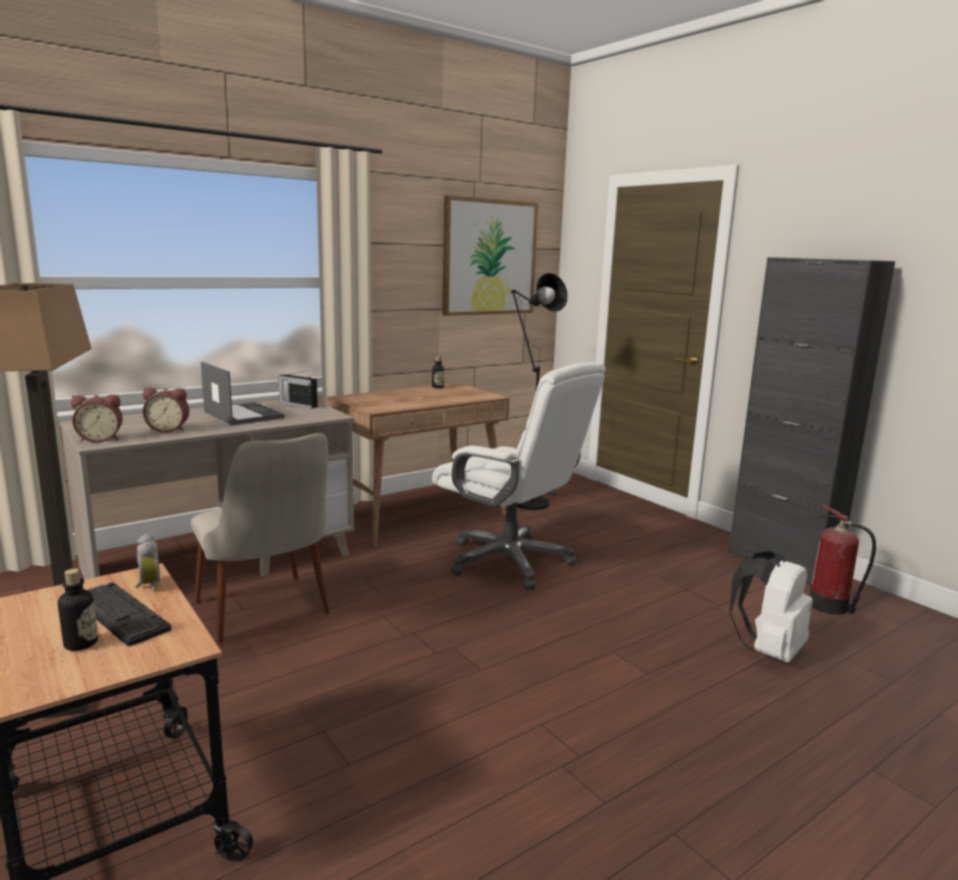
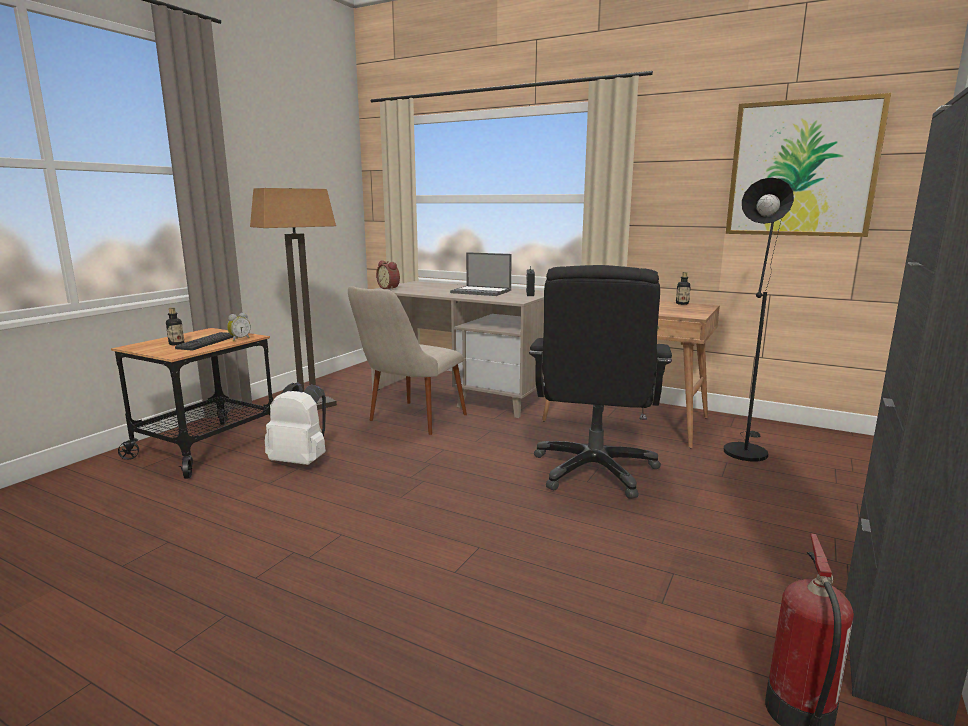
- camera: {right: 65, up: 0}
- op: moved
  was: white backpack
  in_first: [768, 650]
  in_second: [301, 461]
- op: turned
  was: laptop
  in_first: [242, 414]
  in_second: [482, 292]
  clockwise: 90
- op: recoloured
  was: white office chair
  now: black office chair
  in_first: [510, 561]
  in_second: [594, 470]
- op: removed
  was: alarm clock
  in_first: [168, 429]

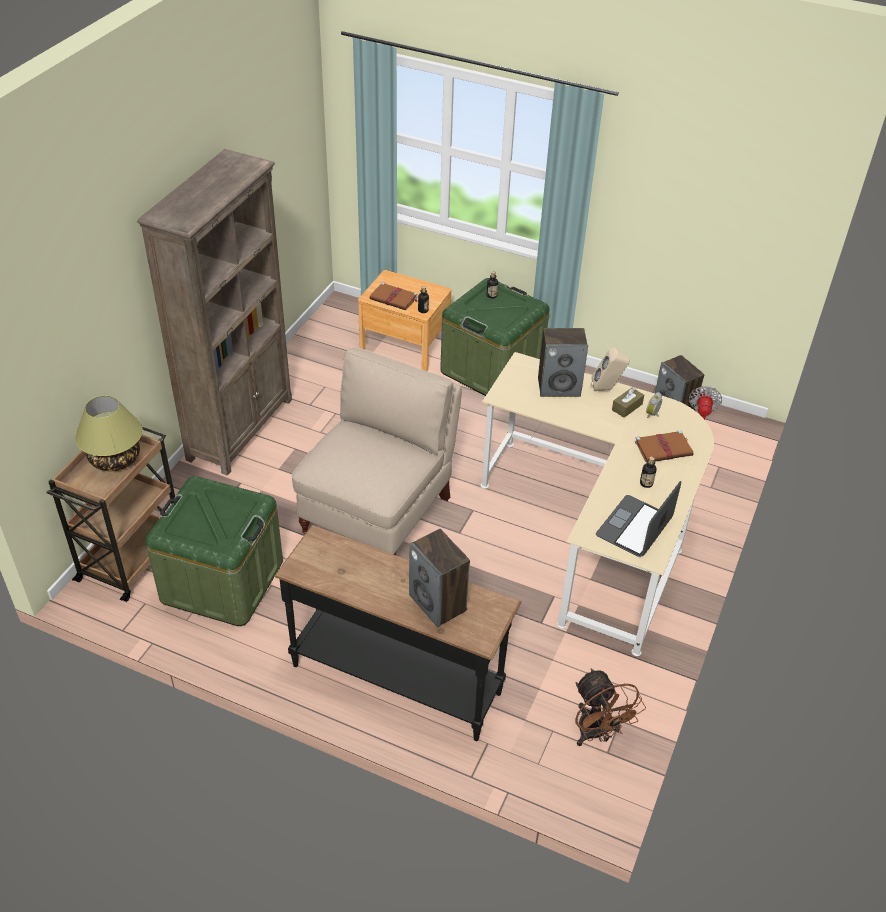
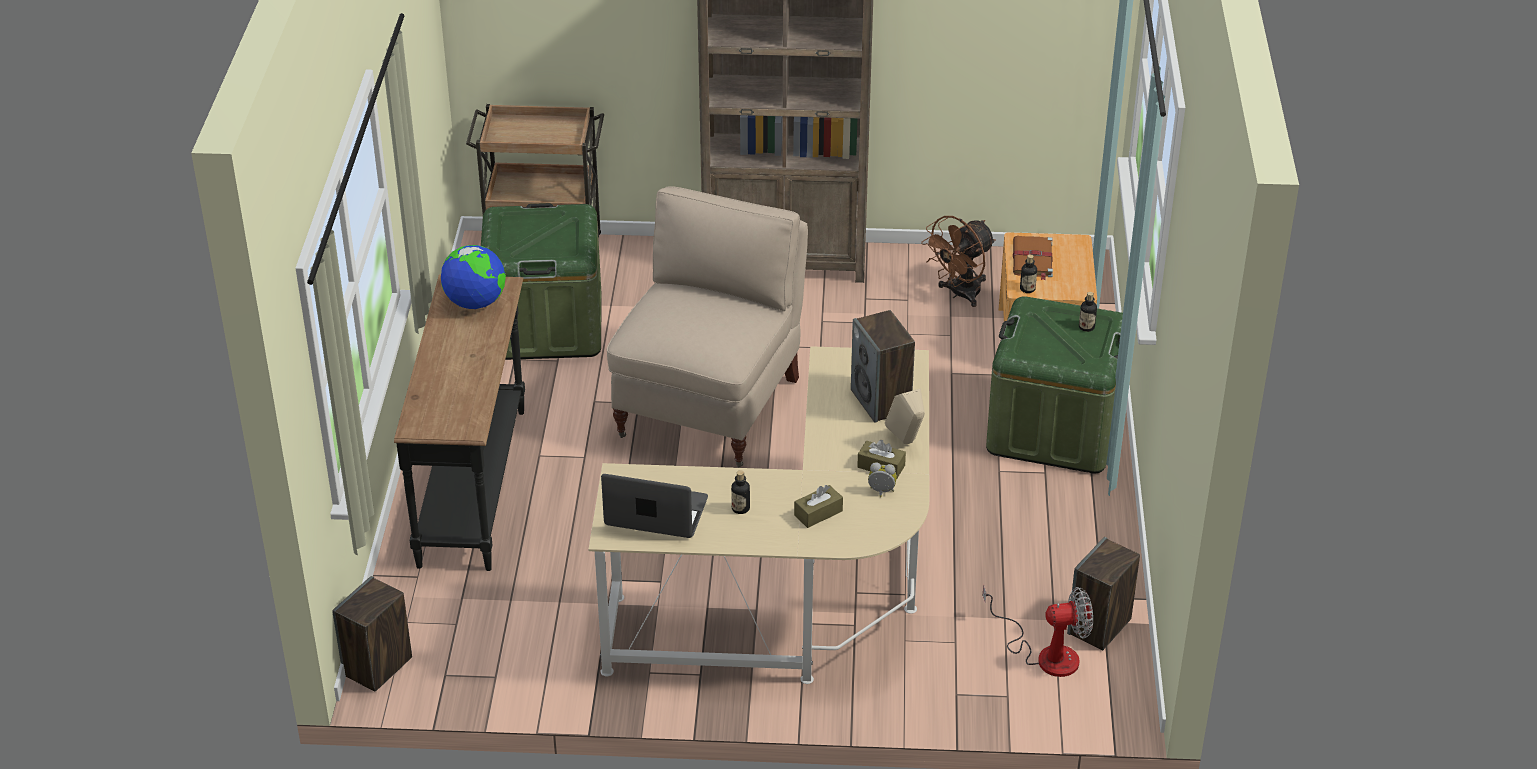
- camera: {right: 70, up: -5}
- op: moved
  was: speaker
  in_first: [438, 603]
  in_second: [377, 667]
- op: added
  now: globe
  in_second: [475, 303]
- op: turned
  was: beige chair
  in_first: [379, 515]
  in_second: [710, 406]
  clockwise: -75
- op: replaced
  was: brown book
  now: brown tissue box
  in_first: [664, 448]
  in_second: [818, 513]
- op: moved
  was: brown fan
  in_first: [596, 734]
  in_second: [959, 294]
- op: removed
  was: table lamp
  in_first: [115, 459]

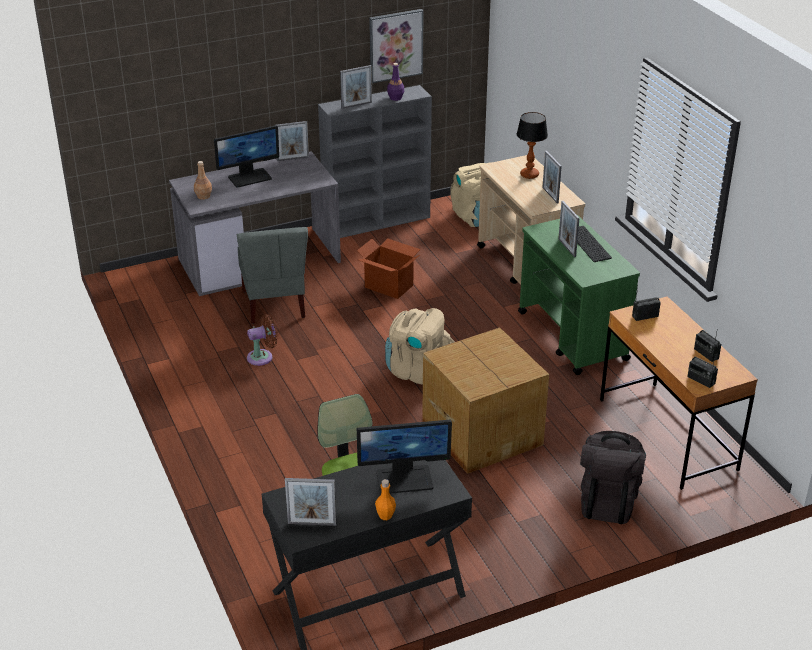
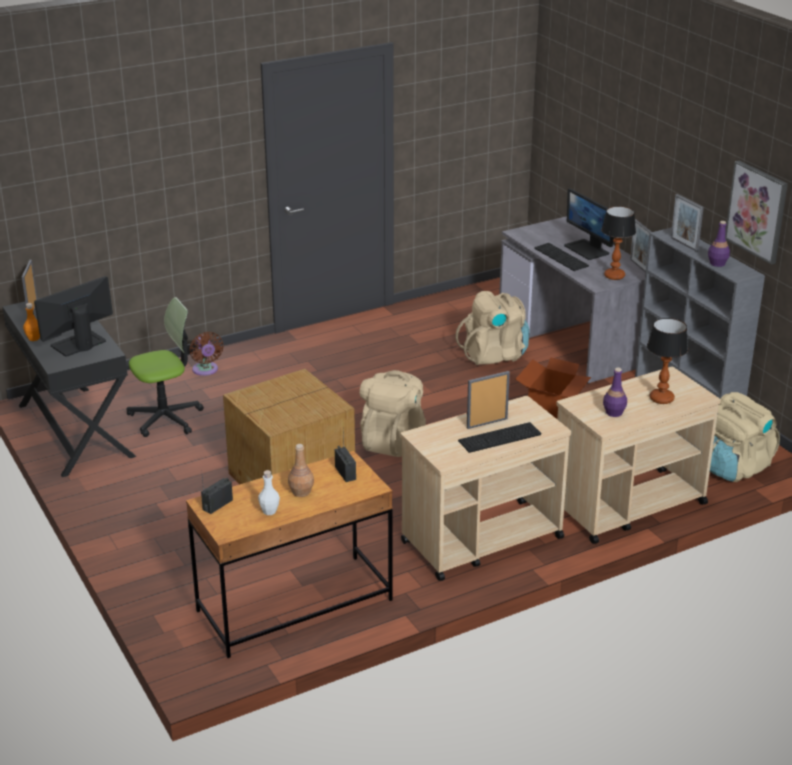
- camera: {right: 85, up: -5}
- op: turned
  was: monitor
  in_first: [404, 479]
  in_second: [78, 344]
  clockwise: 60
- op: moved
  was: brown fan
  in_first: [262, 357]
  in_second: [206, 370]
- op: replaced
  was: radio
  now: white bottle
  in_first: [706, 354]
  in_second: [269, 511]
- op: moved
  was: brown bottle
  in_first: [203, 196]
  in_second: [301, 492]
- op: recoloured
  was: green cart
  now: beige cart
  in_first: [572, 336]
  in_second: [481, 540]
- op: replaced
  was: grey chair
  now: beige backpack
  in_first: [275, 304]
  in_second: [495, 355]
- op: added
  now: keyboard
  in_second: [562, 257]
- op: added
  now: table lamp
  in_second: [614, 276]
- op: replaced
  was: picture frame
  now: purple bottle
  in_first: [550, 195]
  in_second: [614, 413]
- op: removed
  was: black backpack
  in_first: [607, 501]

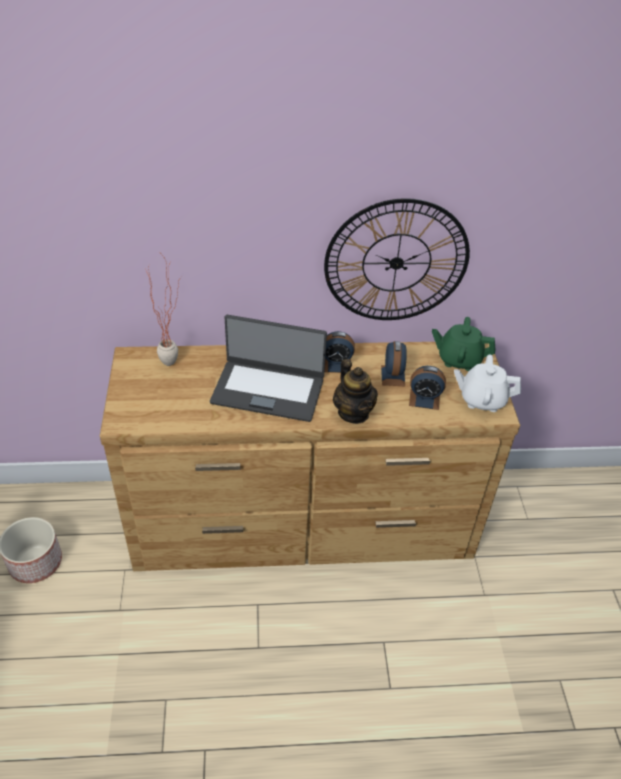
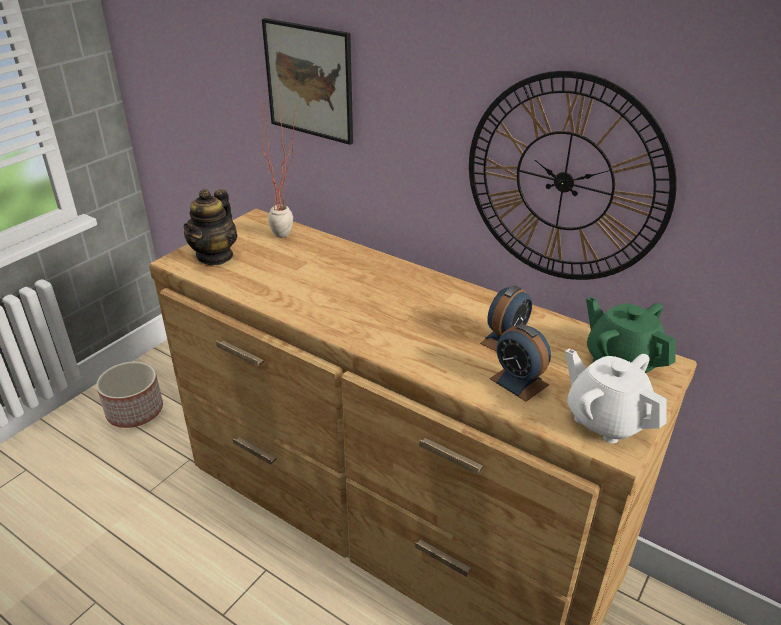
- camera: {right: 40, up: -10}
- op: moved
  was: teapot
  in_first: [353, 413]
  in_second: [215, 256]
- op: added
  now: picture
  in_second: [309, 81]
- op: removed
  was: laptop
  in_first: [268, 390]
- op: removed
  was: alarm clock
  in_first: [336, 364]

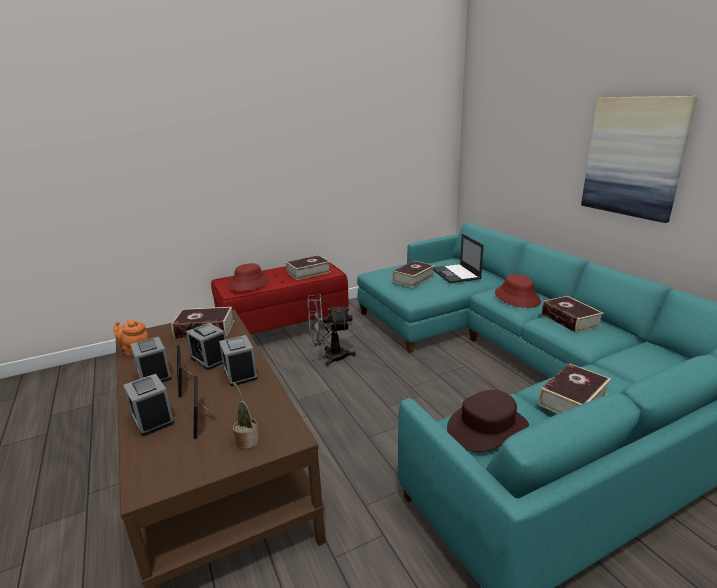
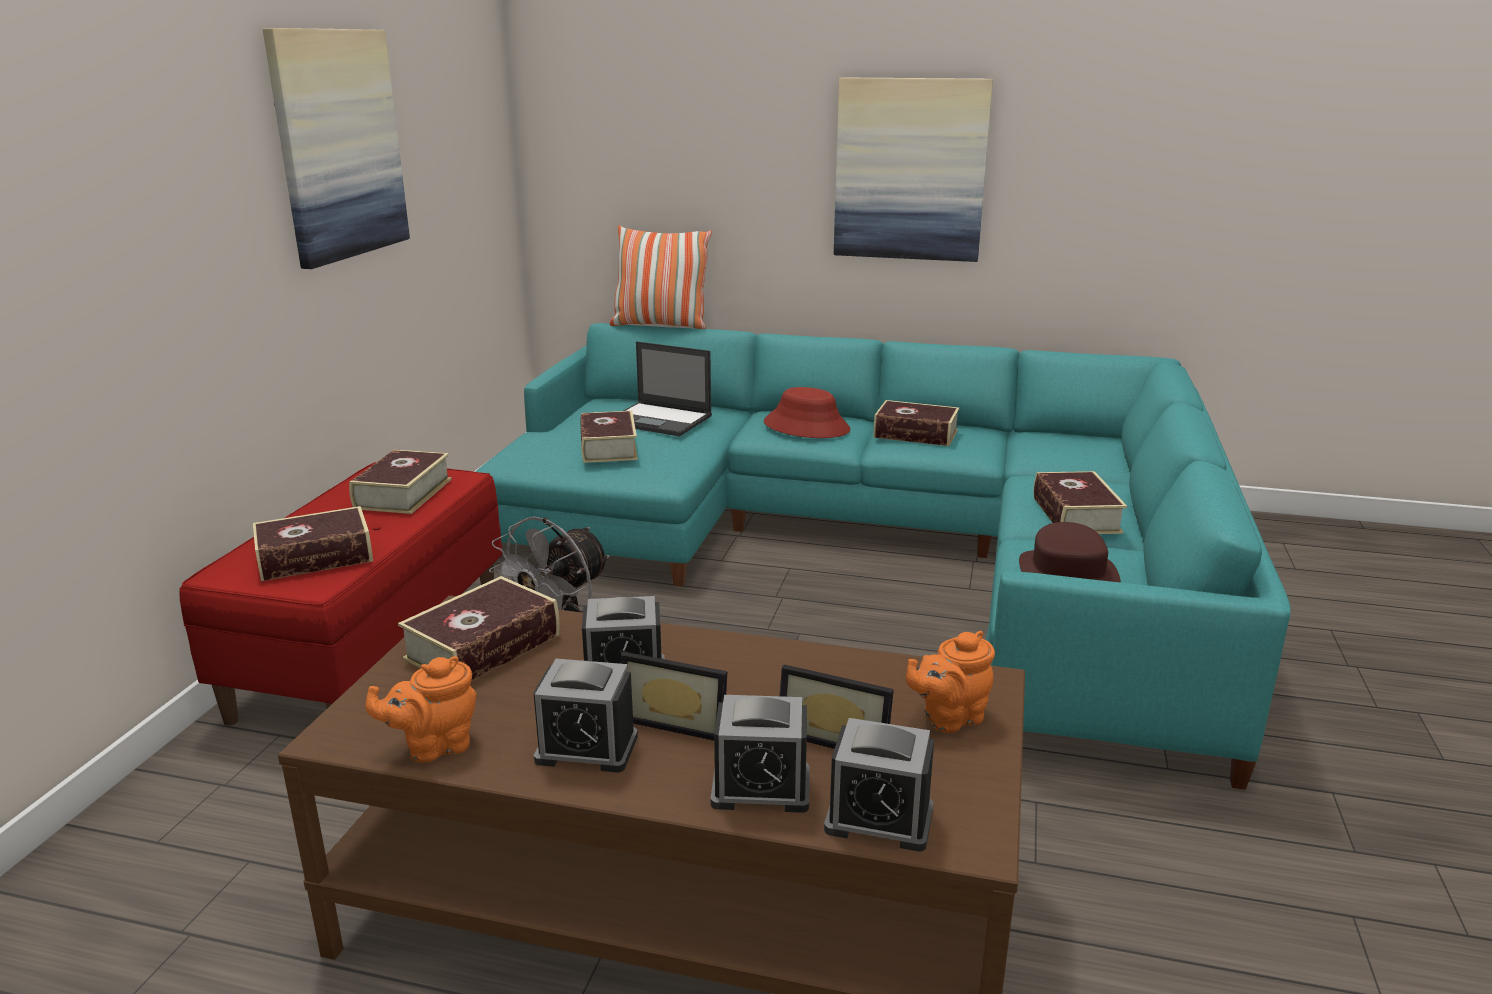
- camera: {right: -50, up: 0}
- op: replaced
  was: red hat
  now: book
  in_first: [249, 284]
  in_second: [315, 557]
- op: added
  now: picture
  in_second: [338, 145]
- op: added
  now: pillow
  in_second: [660, 325]
- op: moved
  was: alarm clock
  in_first: [240, 373]
  in_second: [879, 819]
- op: replaced
  was: potted plant
  now: orange teapot
  in_first: [246, 440]
  in_second: [948, 718]

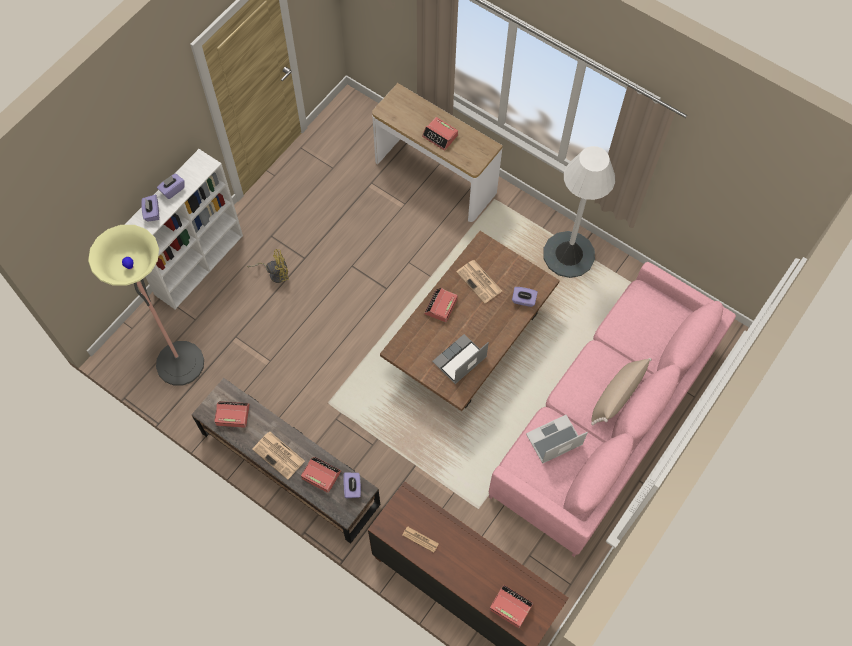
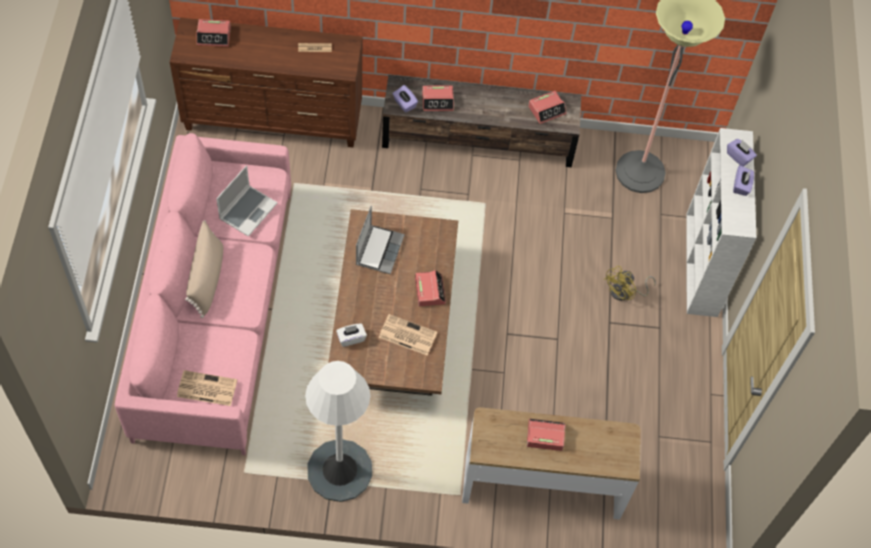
- camera: {right: 145, up: -5}
- op: moved
  was: newspaper
  in_first: [279, 455]
  in_second: [206, 388]
- op: recoloured
  was: purple tissue box
  now: white tissue box
  in_first: [523, 300]
  in_second: [351, 338]

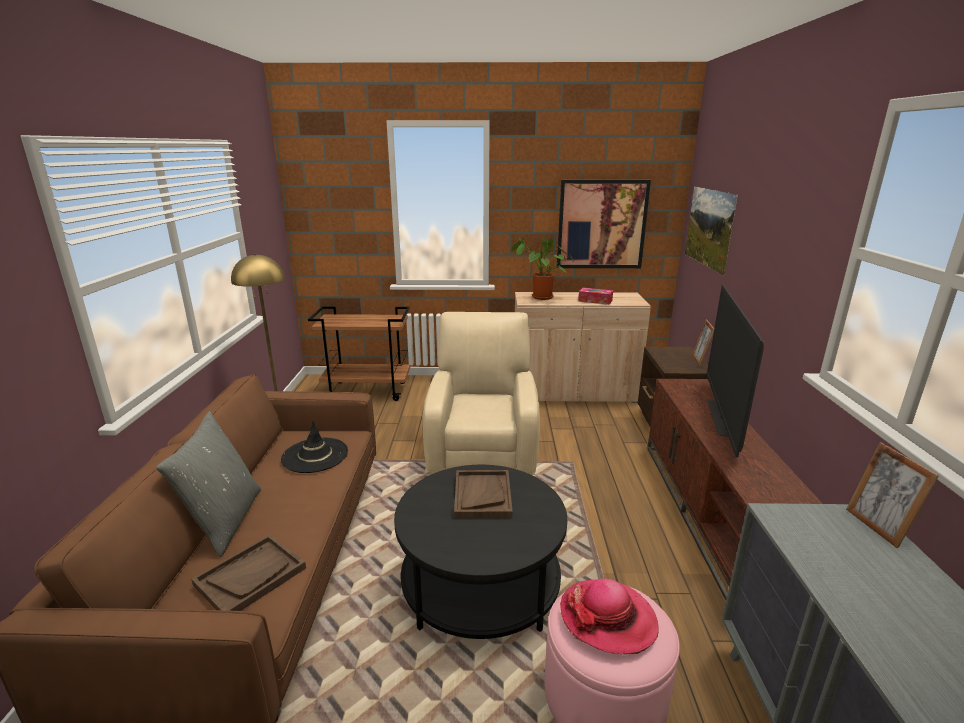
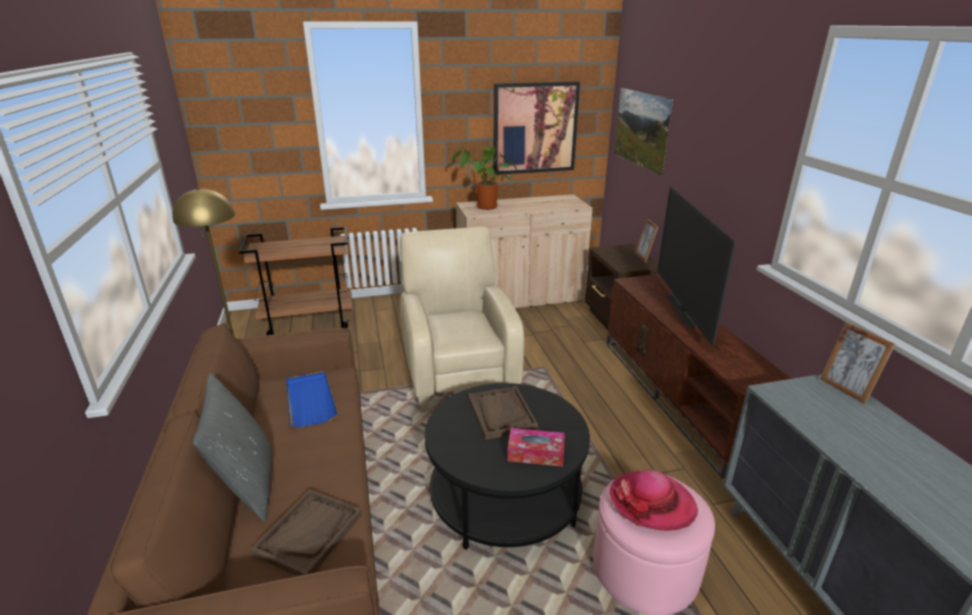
- camera: {right: -15, up: 5}
- op: replaced
  was: black hat
  now: blue tray
  in_first: [315, 455]
  in_second: [310, 400]
- op: moved
  was: tissue box
  in_first: [595, 301]
  in_second: [535, 454]

